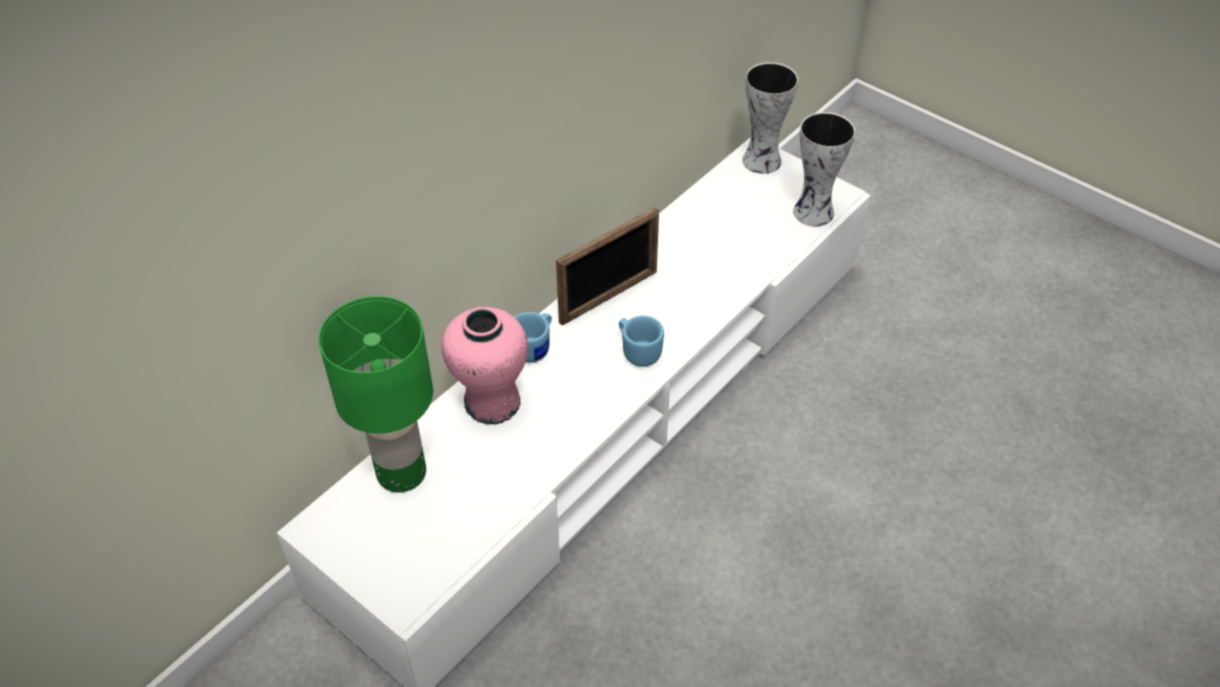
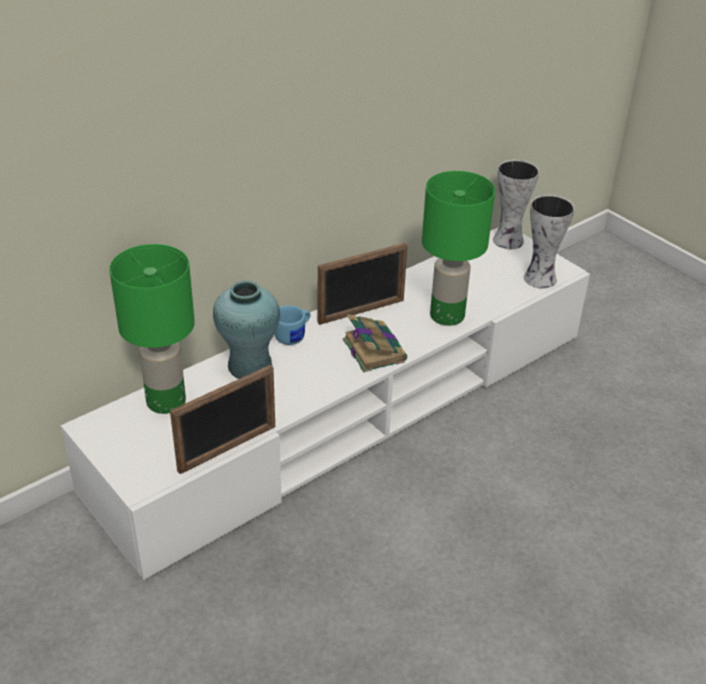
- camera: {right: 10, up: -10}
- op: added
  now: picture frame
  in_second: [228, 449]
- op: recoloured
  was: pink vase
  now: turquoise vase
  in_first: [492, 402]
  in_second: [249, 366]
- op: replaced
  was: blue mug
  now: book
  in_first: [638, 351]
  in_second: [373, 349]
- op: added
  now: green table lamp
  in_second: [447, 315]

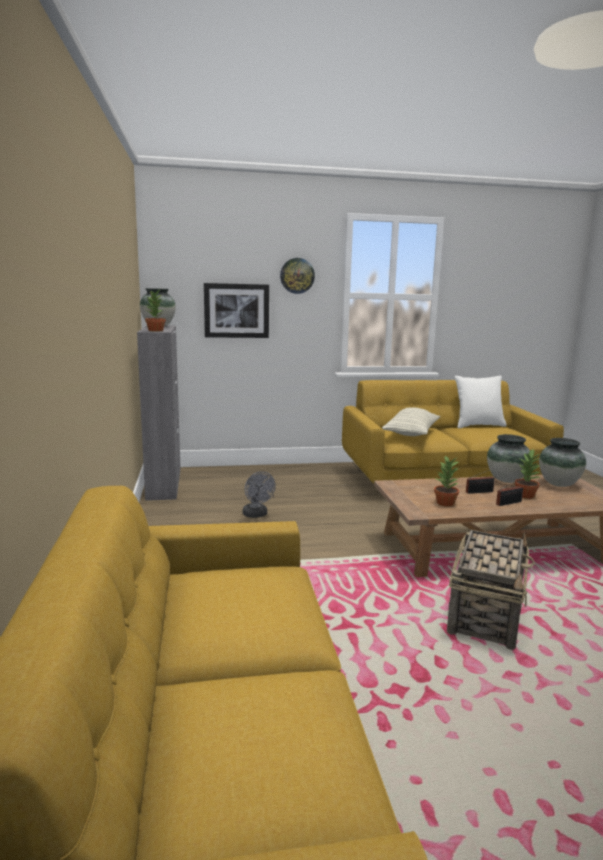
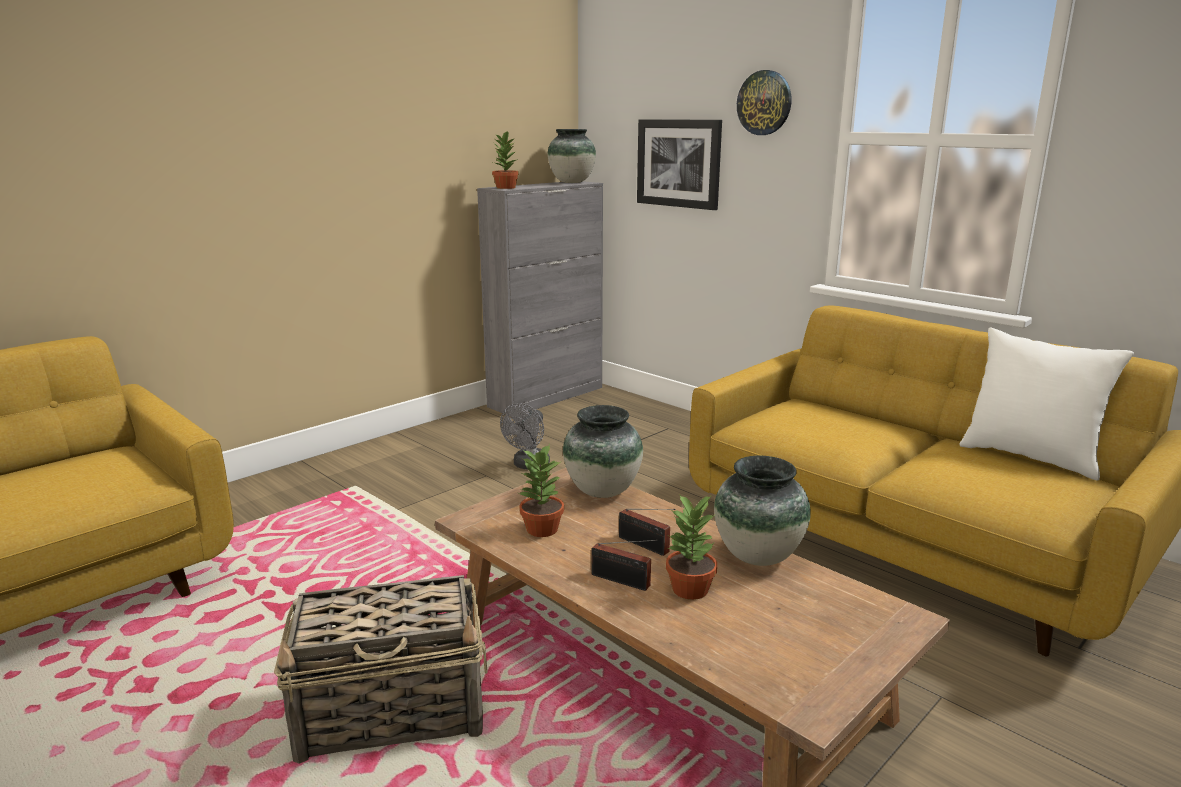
- camera: {right: 55, up: 5}
- op: moved
  was: vase
  in_first: [559, 484]
  in_second: [603, 491]
- op: removed
  was: pillow
  in_first: [411, 433]

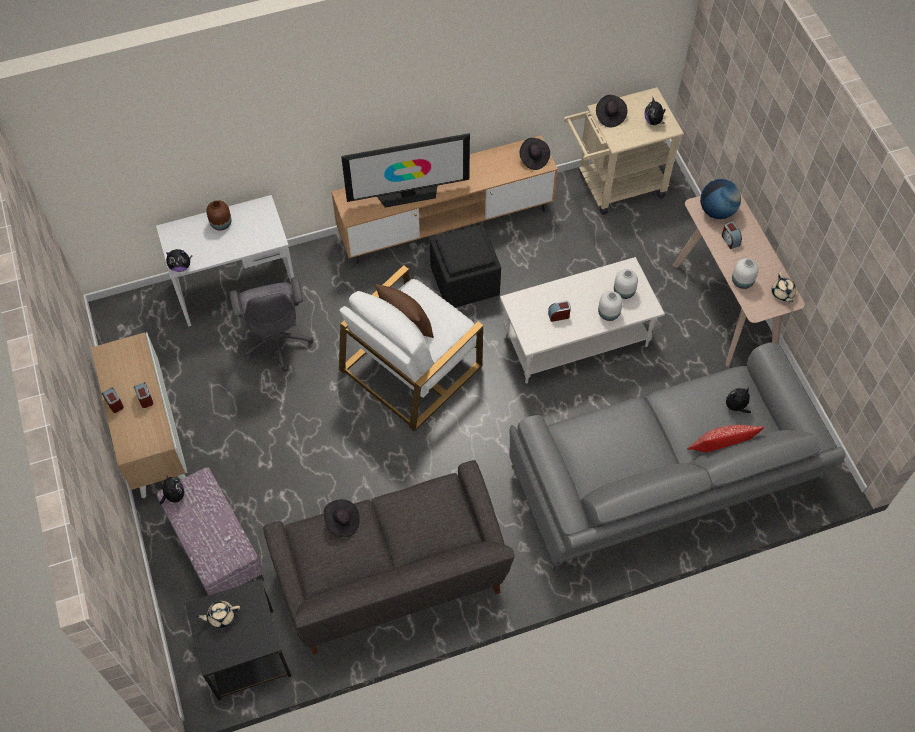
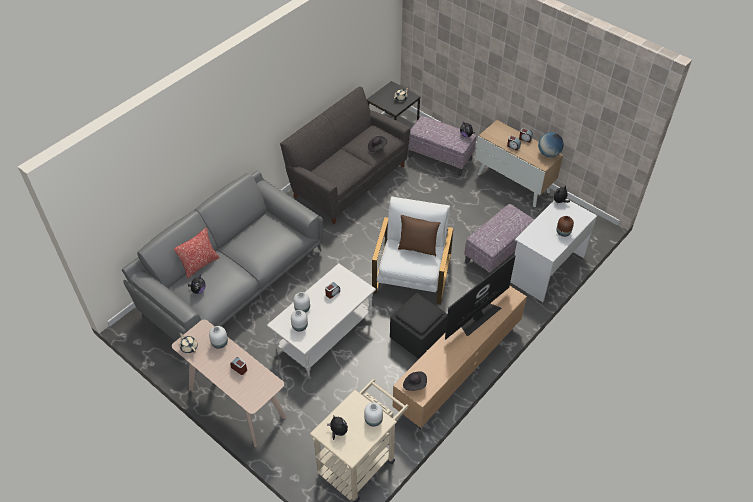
- camera: {right: 150, up: -10}
- op: replaced
  was: black hat
  now: white vase
  in_first: [610, 116]
  in_second: [373, 419]
- op: replaced
  was: grey office chair
  now: ottoman
  in_first: [277, 341]
  in_second: [497, 252]
- op: moved
  was: globe
  in_first: [716, 211]
  in_second: [548, 153]

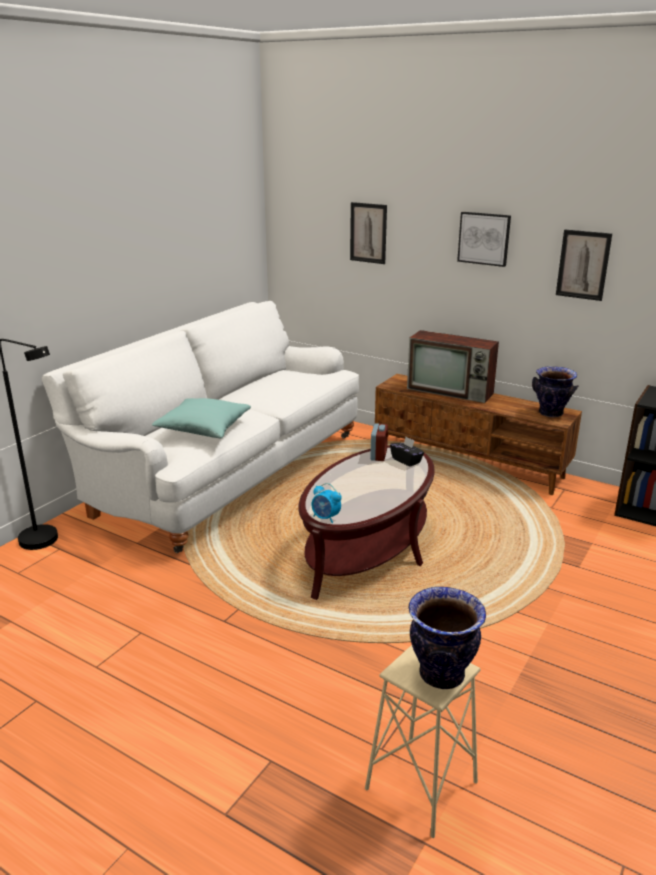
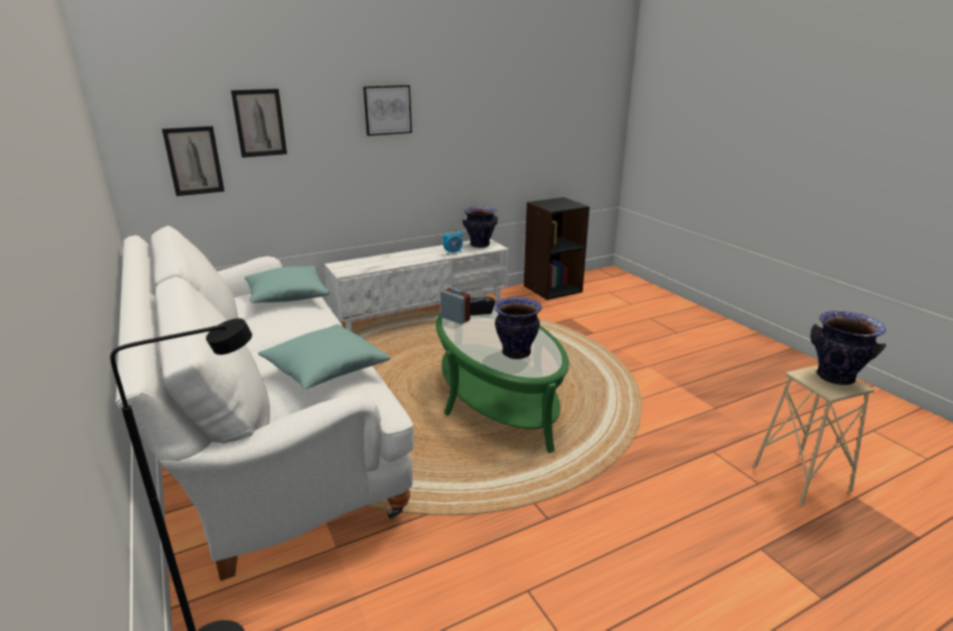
- camera: {right: -60, up: 0}
- op: moved
  was: picture
  in_first: [583, 265]
  in_second: [194, 161]
- op: added
  now: turquoise pillow
  in_second: [287, 297]
- op: recoloured
  was: brown tv stand
  now: white tv stand
  in_first: [469, 463]
  in_second: [422, 315]
- op: recoloured
  was: brown coffee table
  now: green coffee table
  in_first: [367, 547]
  in_second: [497, 400]
- op: moved
  was: alarm clock
  in_first: [326, 518]
  in_second: [453, 253]
- op: added
  now: vase
  in_second: [515, 353]
- op: removed
  was: television
  in_first: [451, 391]

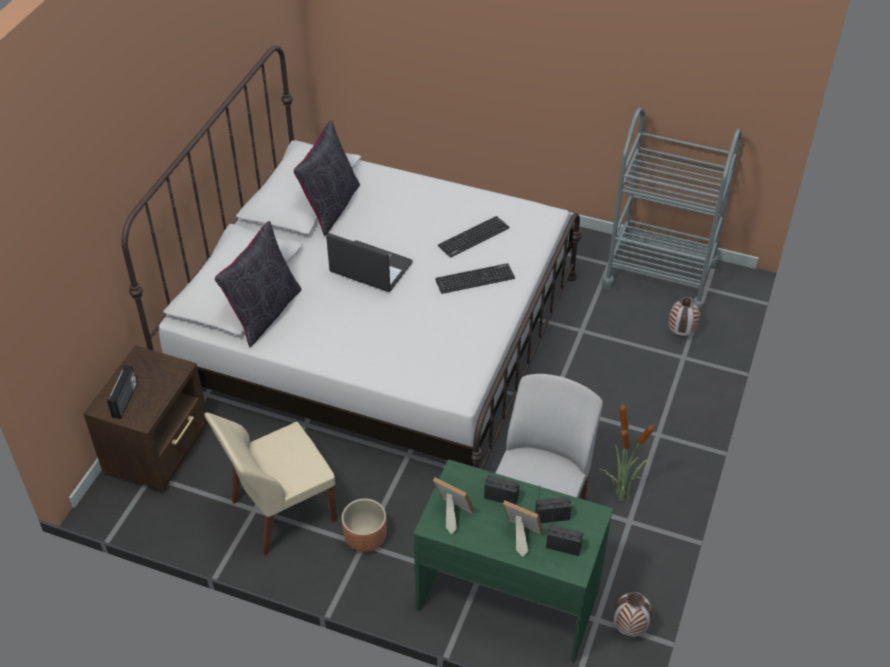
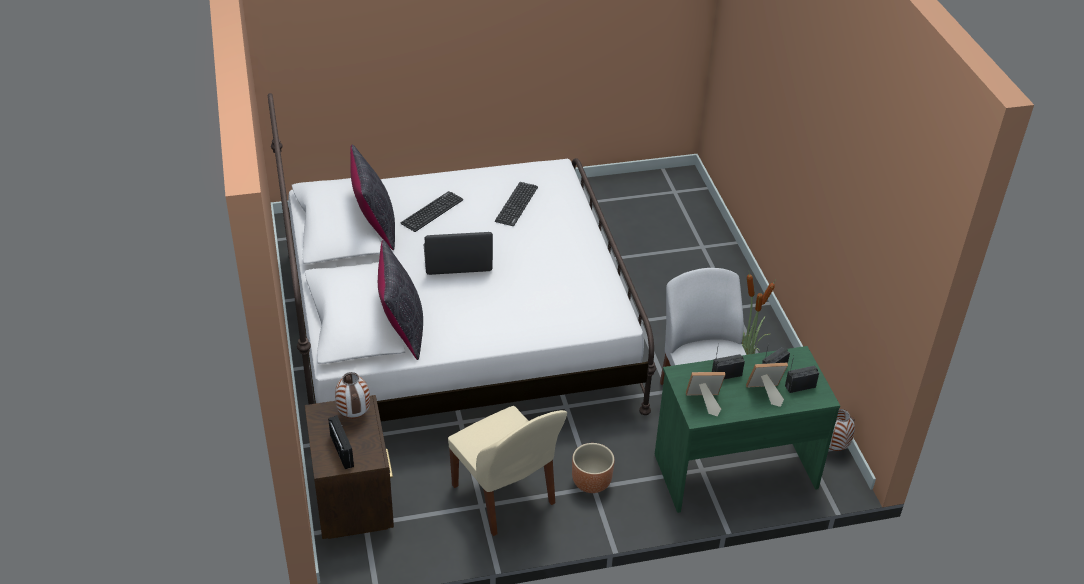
- camera: {right: -35, up: -5}
- op: moved
  was: vase
  in_first: [681, 334]
  in_second: [354, 415]
- op: moved
  was: keyboard
  in_first: [475, 279]
  in_second: [432, 212]
- op: turned
  was: beige chair
  in_first: [280, 512]
  in_second: [504, 497]
  clockwise: -60
- op: removed
  was: grey cart
  in_first: [659, 275]

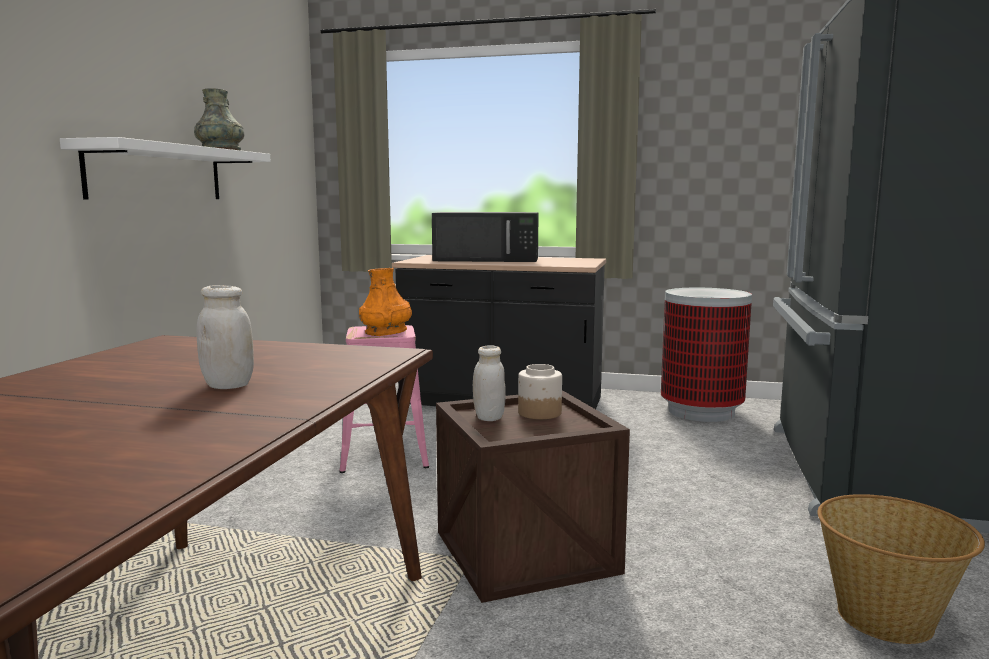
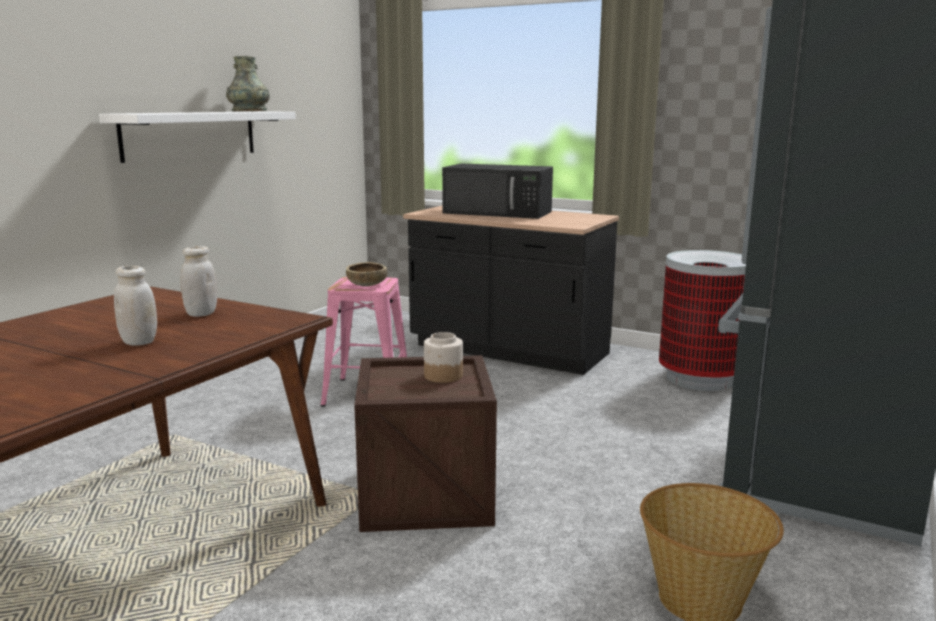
- camera: {right: 15, up: 5}
- op: moved
  was: white jar
  in_first: [489, 417]
  in_second: [201, 313]
- op: replaced
  was: orange vase
  now: brown bowl
  in_first: [386, 332]
  in_second: [366, 285]

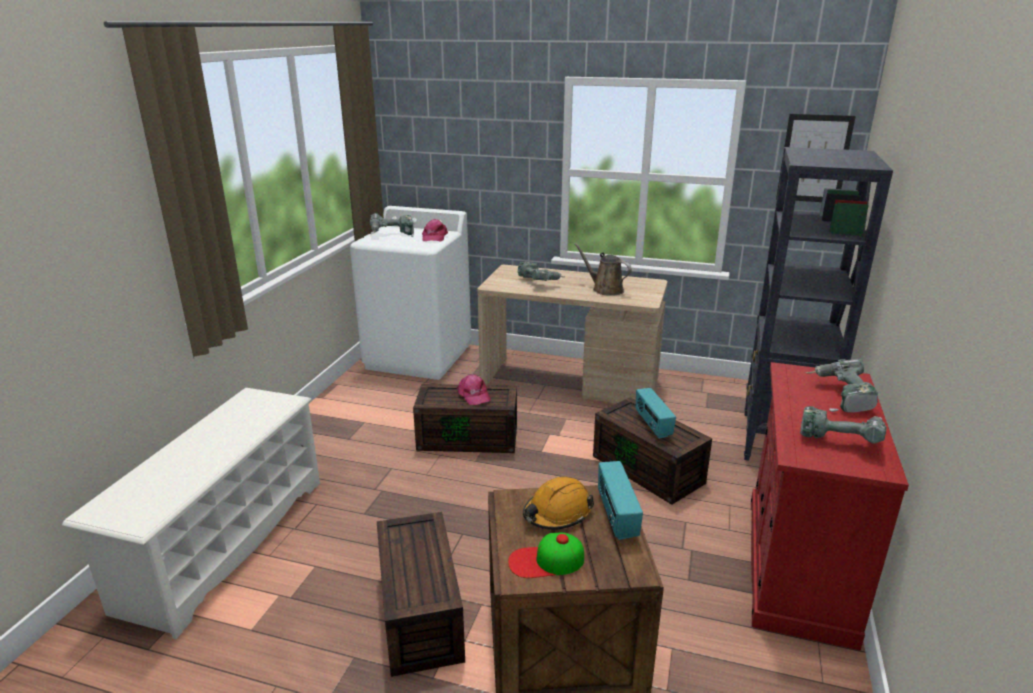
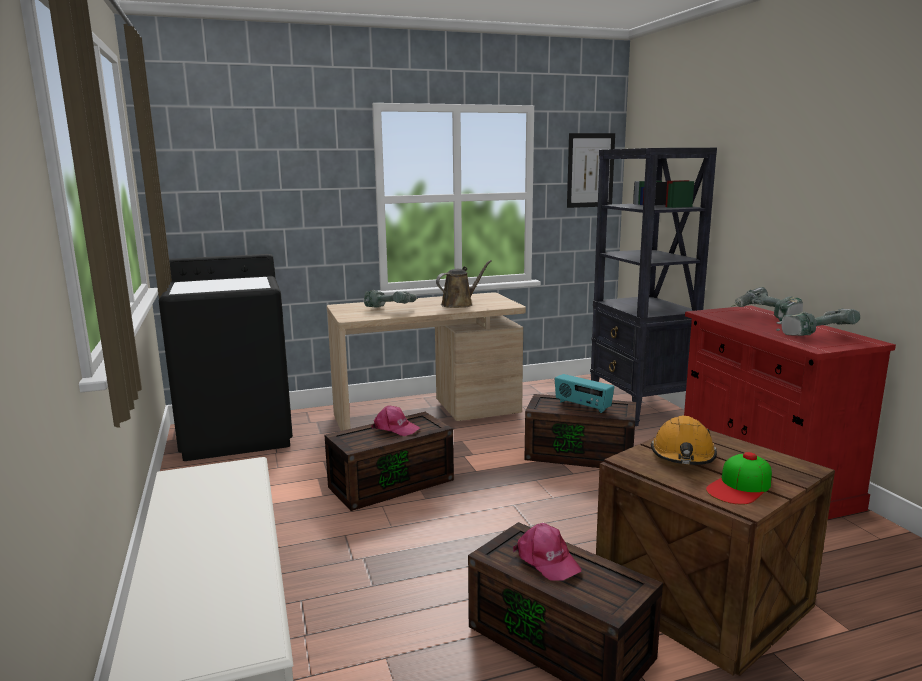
- camera: {right: -35, up: -10}
- op: recoloured
  was: white washing machine
  now: black washing machine
  in_first: [419, 357]
  in_second: [238, 434]
- op: turned
  was: brown watering can
  in_first: [605, 289]
  in_second: [459, 304]
  clockwise: 135
- op: moved
  was: pink cap
  in_first: [434, 237]
  in_second: [546, 560]
- op: removed
  was: power drill
  in_first: [392, 235]
- op: removed
  was: radio
  in_first: [616, 516]

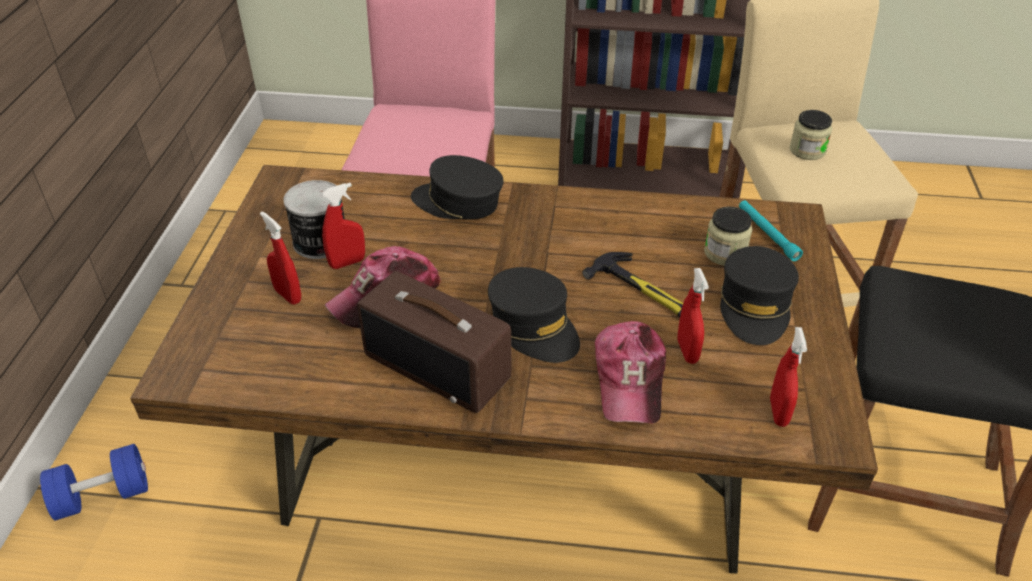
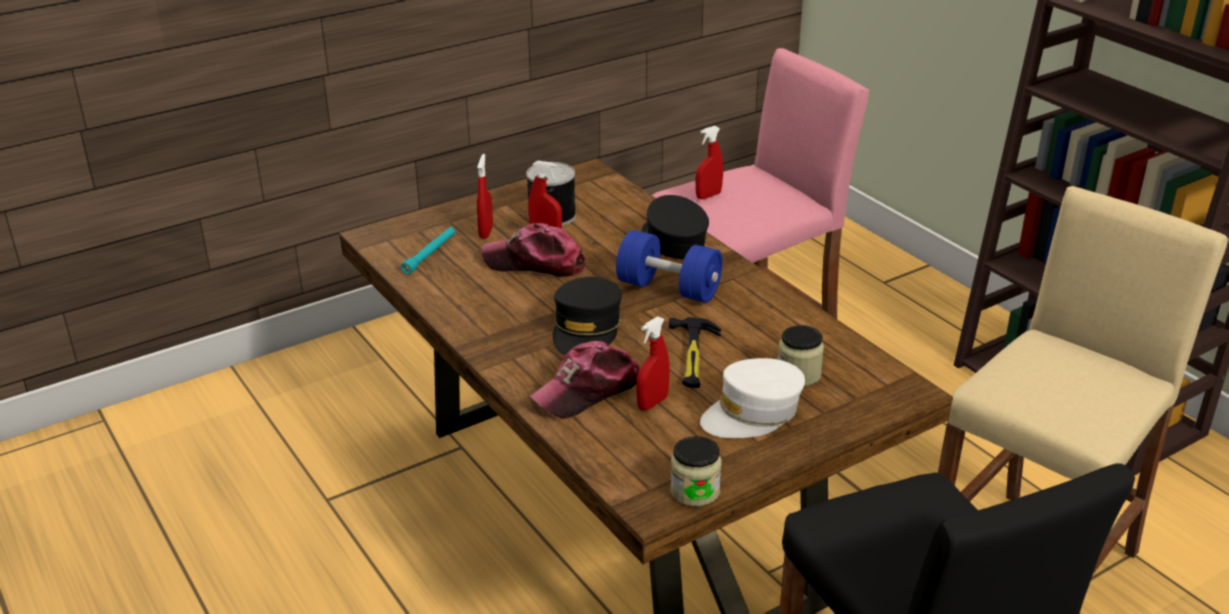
- camera: {right: 50, up: -10}
- op: moved
  was: turquoise flashlight
  in_first: [767, 234]
  in_second: [430, 254]
- op: moved
  was: blue dumbbell
  in_first: [103, 496]
  in_second: [669, 288]
- op: moved
  was: jar
  in_first: [807, 150]
  in_second: [695, 491]
- op: moved
  was: red spray bottle
  in_first: [778, 412]
  in_second: [708, 196]
- op: recoloured
  was: black cap
  now: white cap
  in_first: [755, 306]
  in_second: [752, 413]
- op: removed
  was: radio
  in_first: [439, 366]

